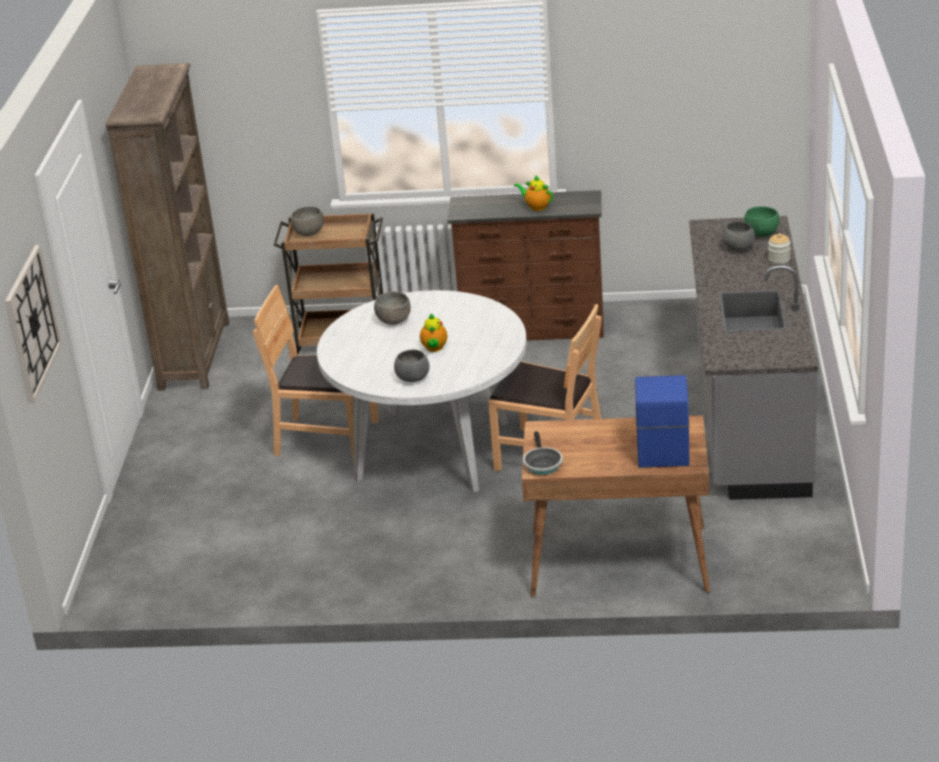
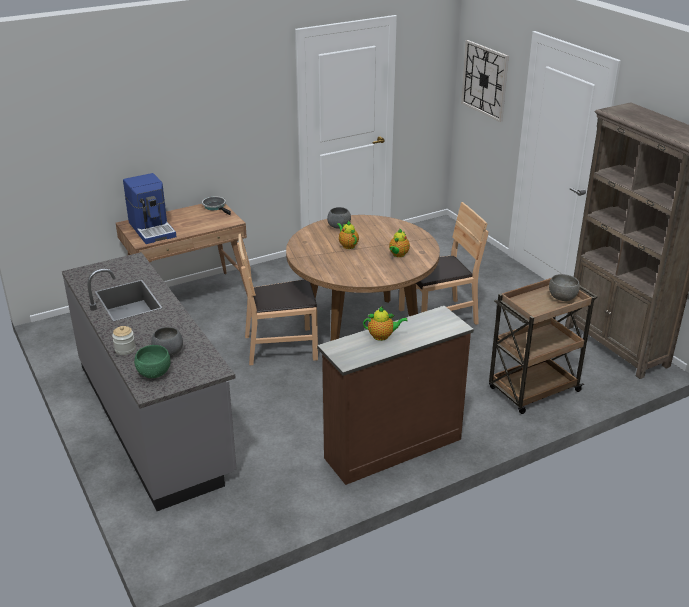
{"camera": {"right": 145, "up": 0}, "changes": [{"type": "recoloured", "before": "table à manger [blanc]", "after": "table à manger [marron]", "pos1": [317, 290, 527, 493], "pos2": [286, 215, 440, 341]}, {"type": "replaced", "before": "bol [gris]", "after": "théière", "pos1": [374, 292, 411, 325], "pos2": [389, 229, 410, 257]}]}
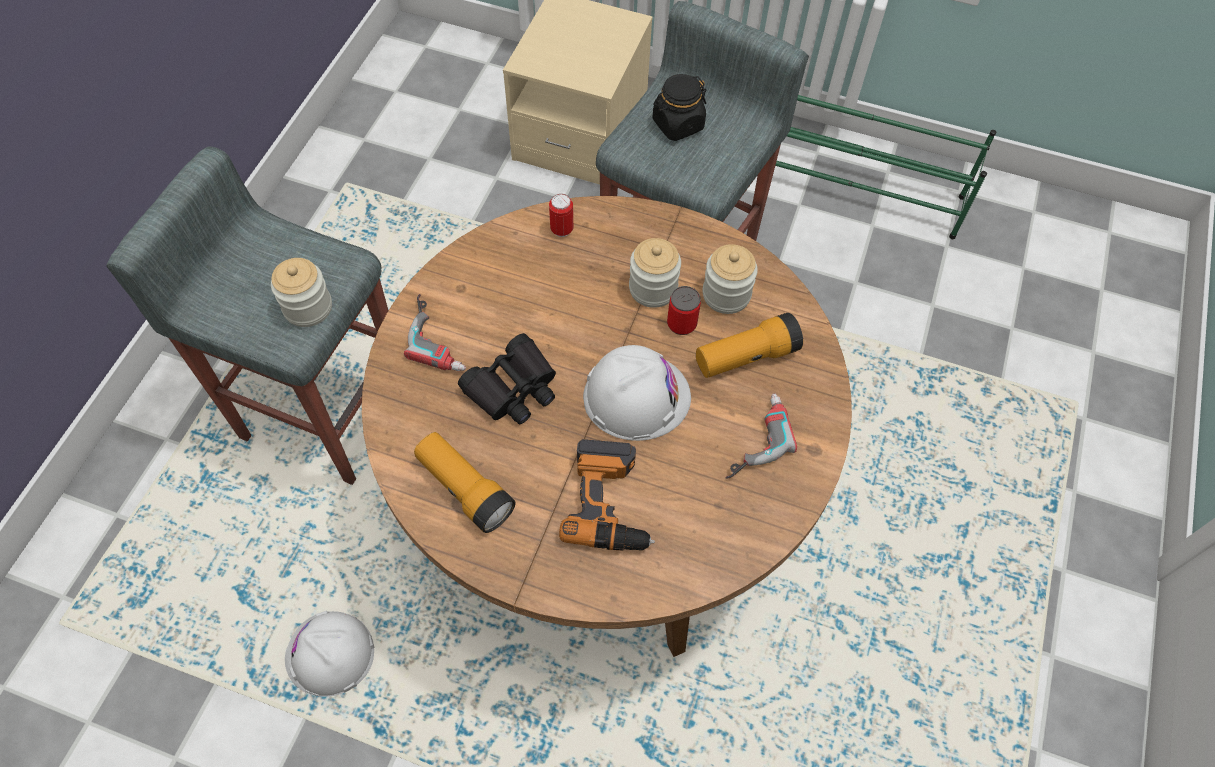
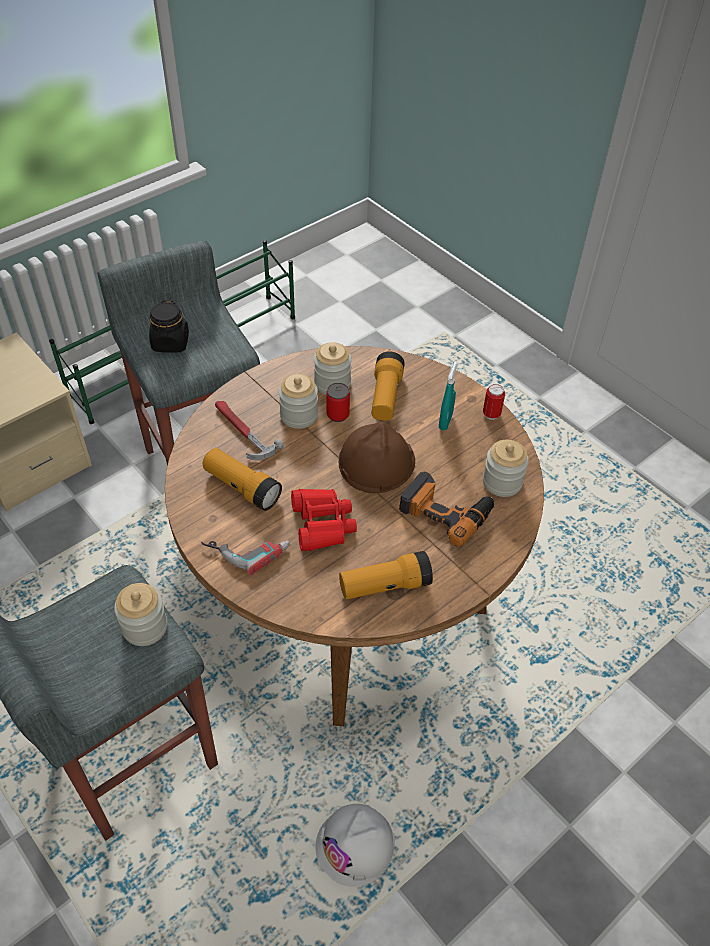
{"camera": {"right": -60, "up": -10}, "changes": [{"type": "added", "after": "lampe de poche", "pos2": [203, 448, 282, 511]}, {"type": "added", "after": "marteau", "pos2": [215, 401, 284, 460]}, {"type": "recoloured", "before": "jumelles [noir]", "after": "jumelles [rouge]", "pos1": [458, 333, 556, 424], "pos2": [291, 489, 357, 551]}, {"type": "recoloured", "before": "casque de chantier [blanc]", "after": "casque de chantier [marron]", "pos1": [583, 345, 691, 441], "pos2": [339, 422, 415, 493]}, {"type": "replaced", "before": "perceuse", "after": "vaporisateur [turquoise]", "pos1": [726, 393, 797, 479], "pos2": [439, 361, 457, 431]}, {"type": "moved", "before": "boîte métallique", "pos1": [549, 194, 573, 237], "pos2": [483, 384, 505, 420]}, {"type": "added", "after": "bocal", "pos2": [483, 440, 529, 497]}]}
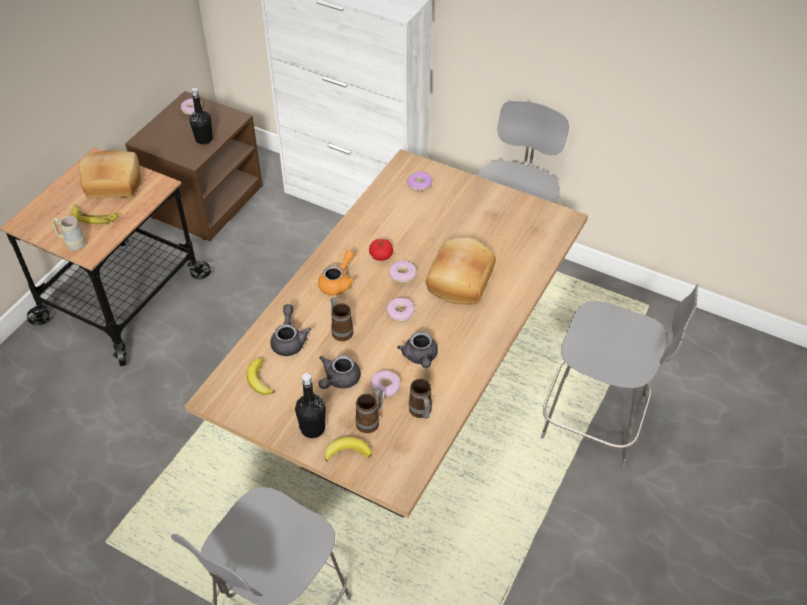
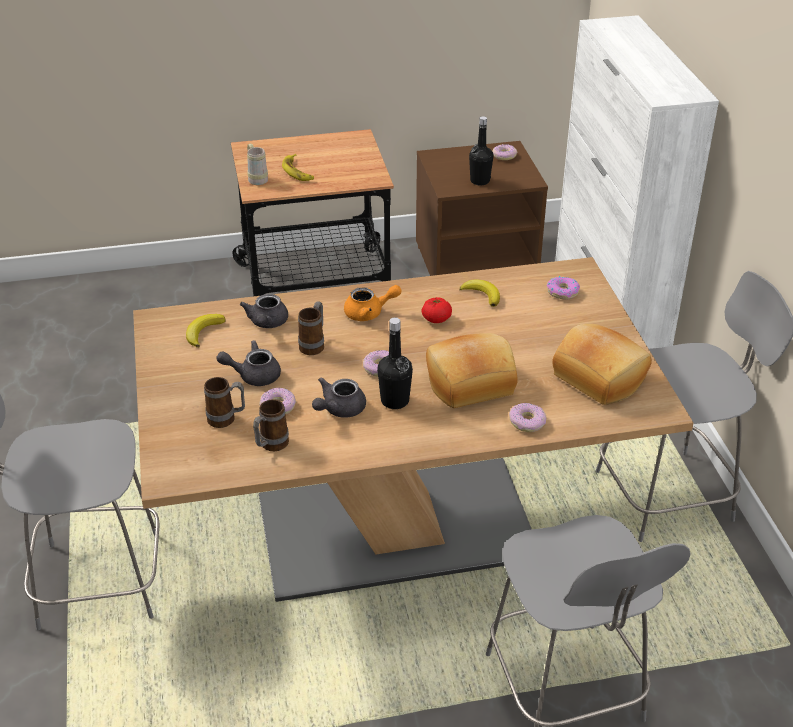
{"camera": {"right": 50, "up": -10}, "changes": [{"type": "turned", "before": "théière [gris]", "pos1": [270, 304, 311, 356], "pos2": [240, 294, 288, 328], "turn": 135}, {"type": "moved", "before": "bouteille [noir]", "pos1": [295, 373, 326, 438], "pos2": [377, 318, 413, 409]}, {"type": "moved", "before": "banane", "pos1": [325, 437, 372, 462], "pos2": [460, 279, 500, 307]}, {"type": "moved", "before": "beignet", "pos1": [389, 260, 417, 283], "pos2": [509, 403, 546, 432]}, {"type": "moved", "before": "pain", "pos1": [79, 151, 141, 198], "pos2": [552, 324, 652, 405]}]}
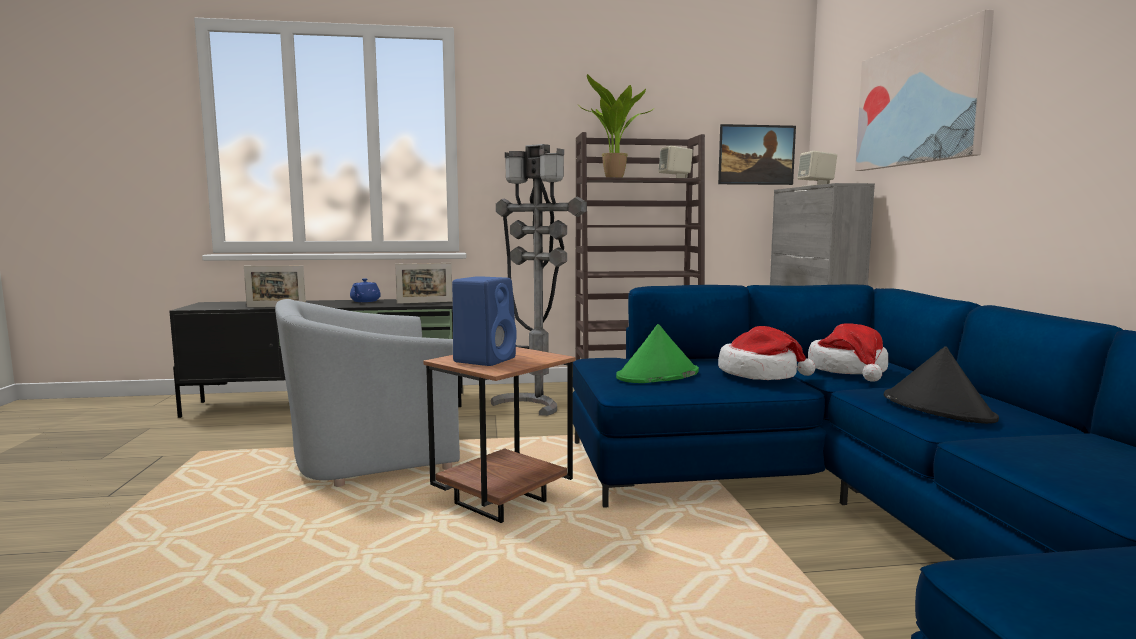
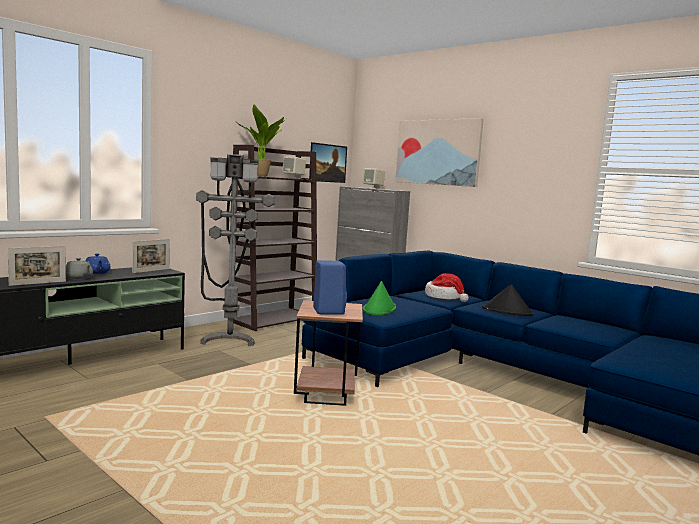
{"camera": {"right": -40, "up": 0}, "changes": [{"type": "added", "after": "théière [gris]", "pos2": [66, 258, 93, 280]}, {"type": "removed", "before": "fauteuil [gris]", "pos1": [275, 299, 460, 487]}, {"type": "removed", "before": "chapeau", "pos1": [718, 326, 816, 380]}]}
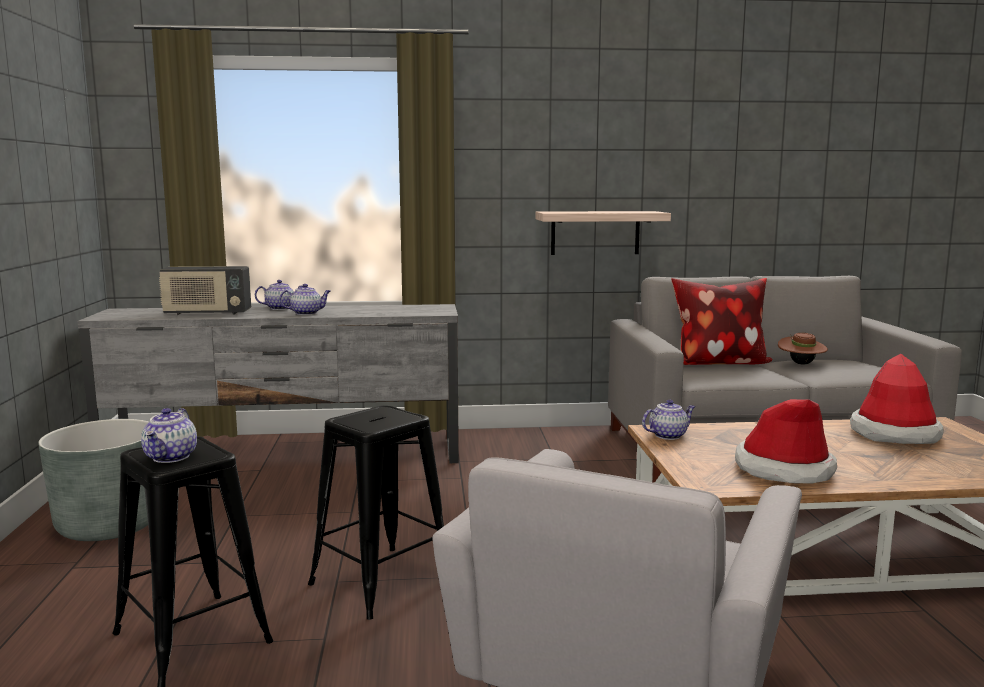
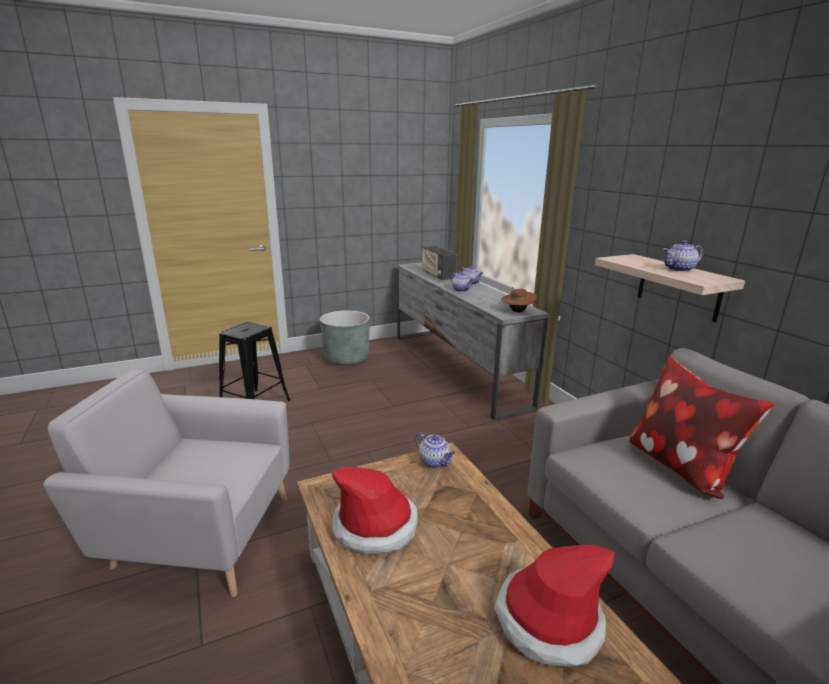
{"camera": {"right": 70, "up": 10}, "changes": [{"type": "moved", "before": "chapeau [marron]", "pos1": [778, 333, 828, 365], "pos2": [501, 287, 537, 312]}, {"type": "moved", "before": "théière", "pos1": [141, 408, 197, 463], "pos2": [662, 240, 703, 272]}, {"type": "removed", "before": "tabouret [noir]", "pos1": [308, 405, 444, 620]}]}
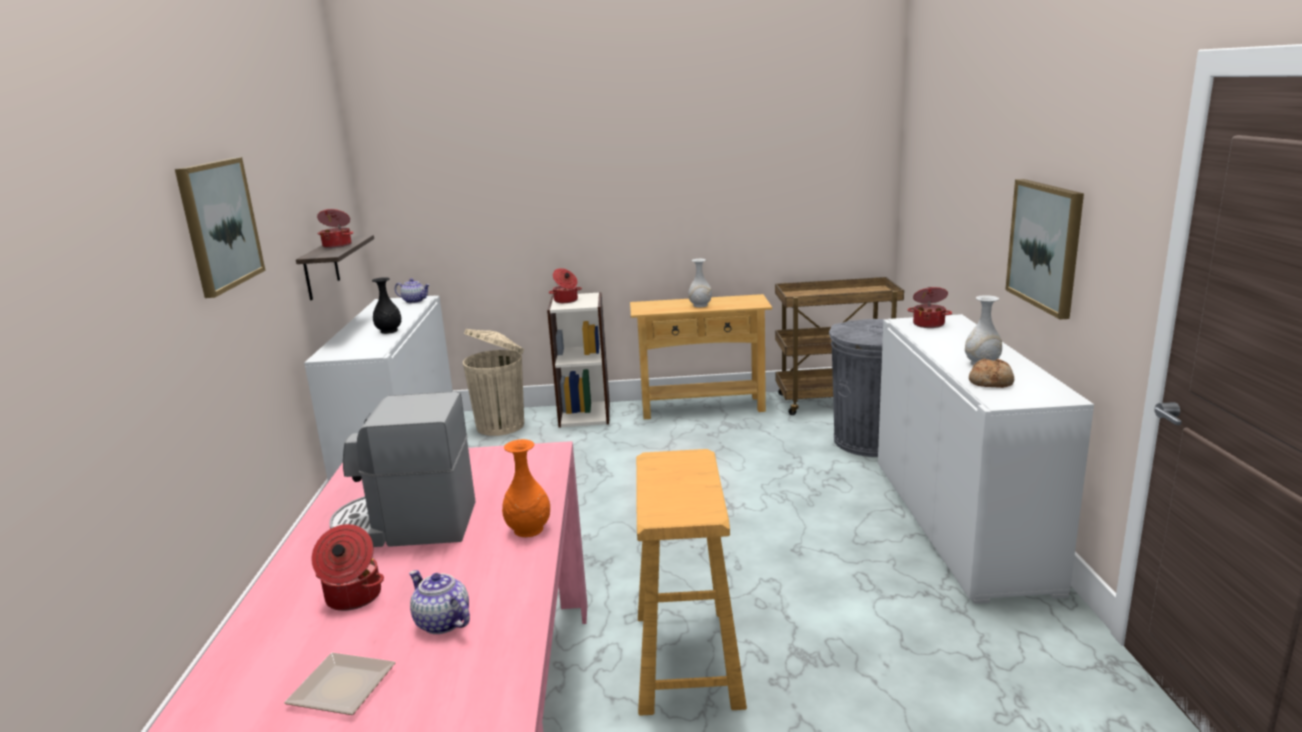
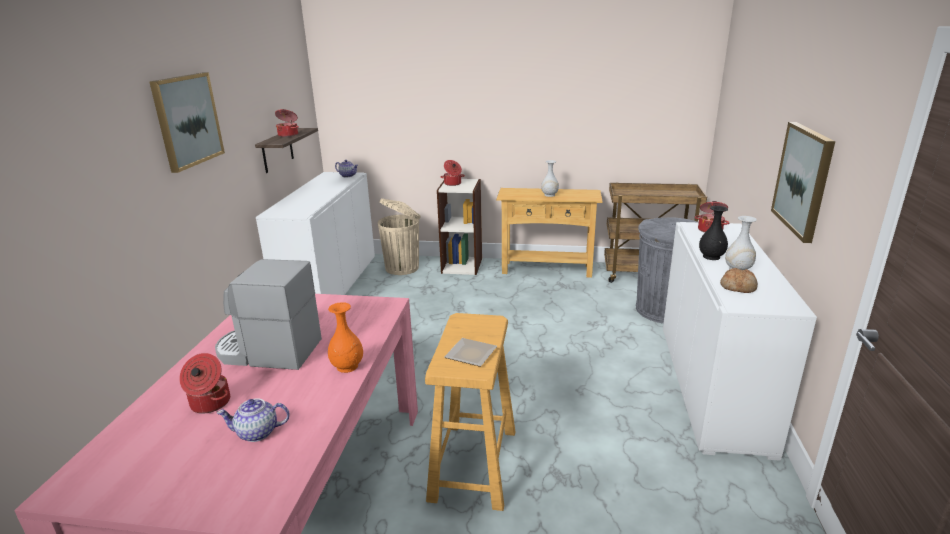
{"camera": {"right": 10, "up": 5}, "changes": [{"type": "turned", "before": "théière", "pos1": [409, 570, 470, 634], "pos2": [217, 398, 289, 442], "turn": -60}, {"type": "moved", "before": "assiette", "pos1": [284, 653, 396, 715], "pos2": [444, 338, 497, 367]}, {"type": "moved", "before": "vase [noir]", "pos1": [372, 277, 402, 334], "pos2": [699, 206, 728, 260]}]}
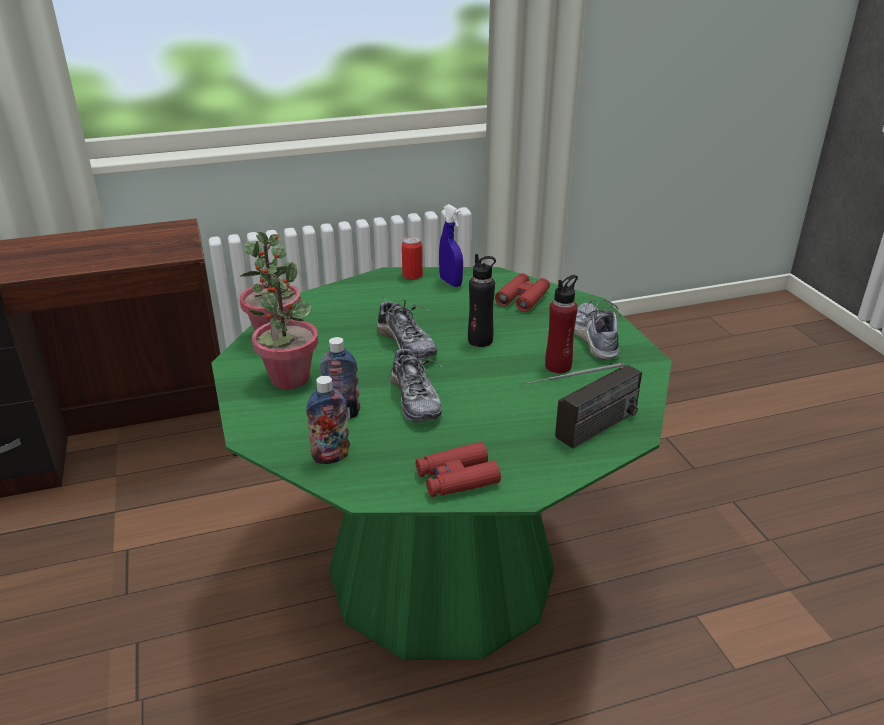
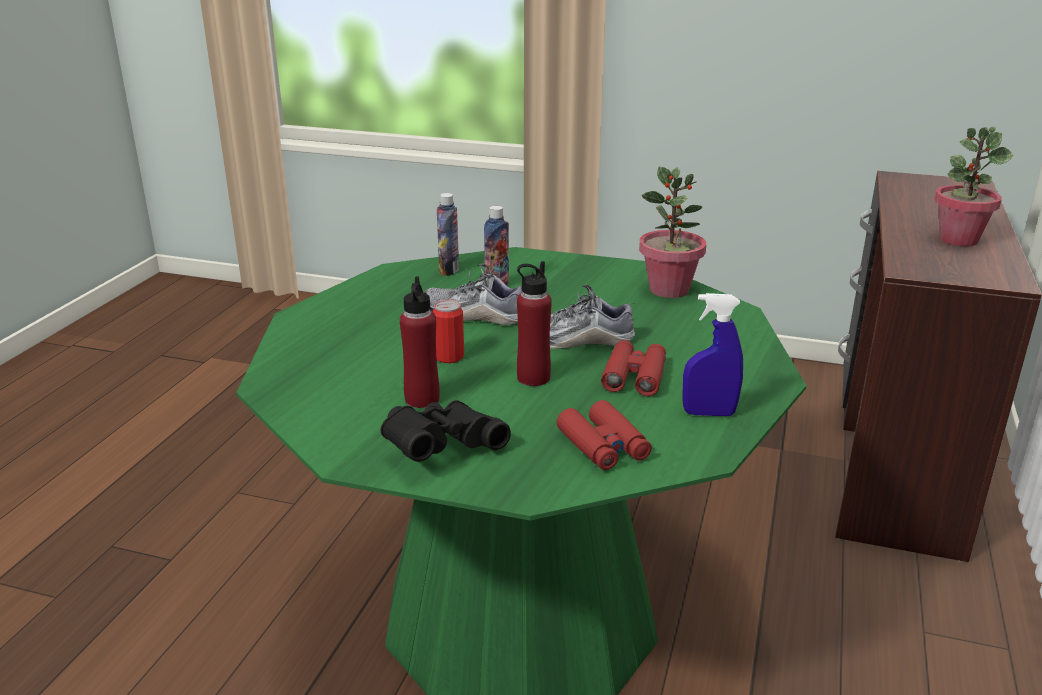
{"camera": {"right": 125, "up": -5}, "changes": [{"type": "replaced", "before": "chaussure", "after": "jumelles [noir]", "pos1": [574, 300, 621, 360], "pos2": [381, 400, 511, 462]}, {"type": "moved", "before": "boîte métallique", "pos1": [402, 236, 423, 280], "pos2": [432, 300, 464, 363]}, {"type": "recoloured", "before": "bouteille [noir]", "after": "bouteille [rouge]", "pos1": [468, 254, 496, 347], "pos2": [517, 261, 552, 386]}, {"type": "moved", "before": "jumelles [rouge]", "pos1": [416, 442, 501, 497], "pos2": [601, 340, 666, 396]}, {"type": "moved", "before": "plante en pot", "pos1": [248, 262, 318, 389], "pos2": [934, 127, 1013, 247]}, {"type": "removed", "before": "radio", "pos1": [523, 363, 642, 448]}]}
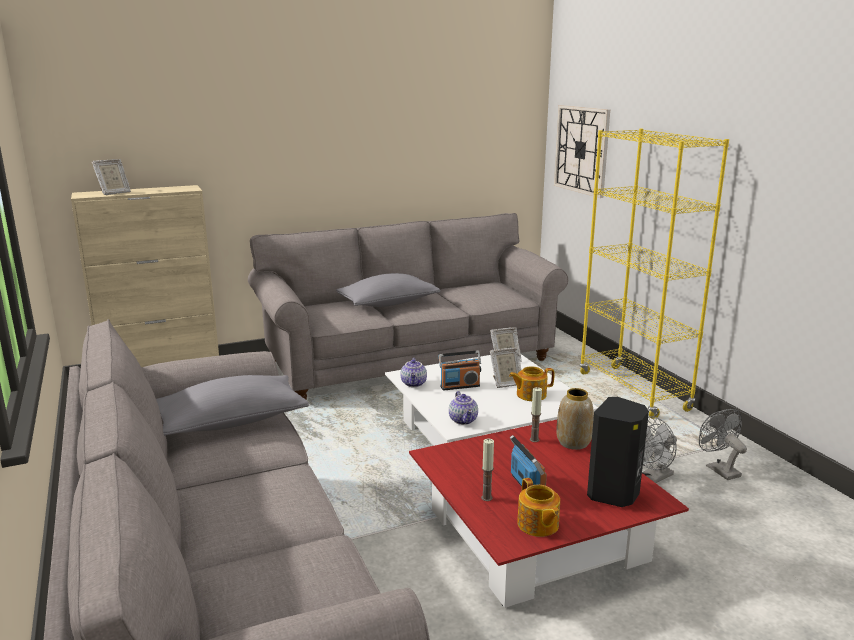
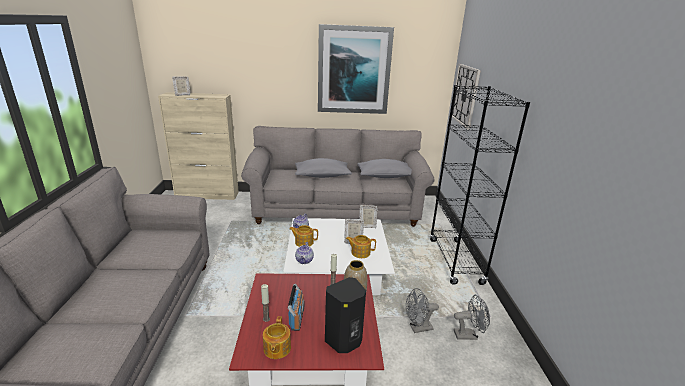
{"camera": {"right": 20, "up": 5}, "changes": [{"type": "added", "after": "théière", "pos2": [290, 225, 318, 247]}, {"type": "added", "after": "tableau", "pos2": [318, 24, 394, 114]}, {"type": "moved", "before": "coussin [gris]", "pos1": [156, 375, 309, 436], "pos2": [357, 159, 412, 178]}, {"type": "recoloured", "before": "bibliothèque [jaune]", "after": "bibliothèque [noir]", "pos1": [579, 129, 729, 419], "pos2": [430, 85, 530, 285]}, {"type": "turned", "before": "ventilateur [gris]", "pos1": [699, 409, 747, 480], "pos2": [454, 295, 490, 340], "turn": 90}, {"type": "removed", "before": "radio", "pos1": [439, 350, 481, 390]}]}
